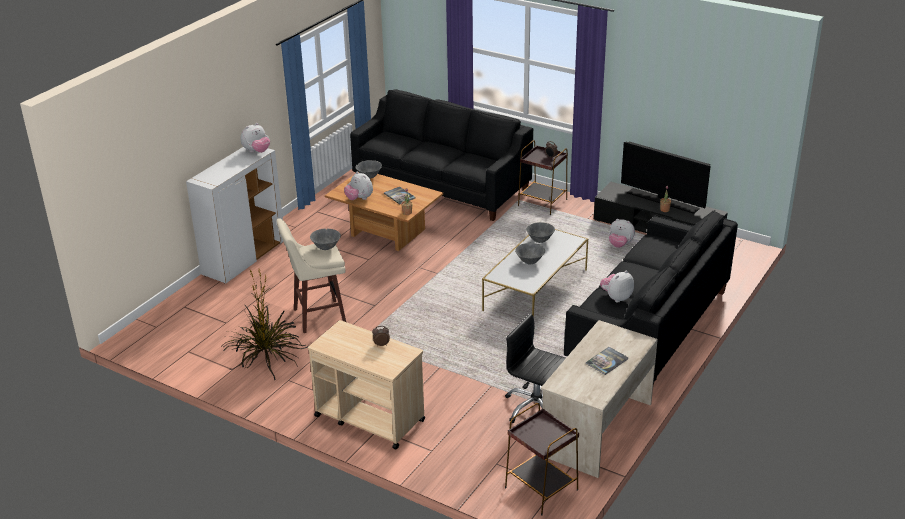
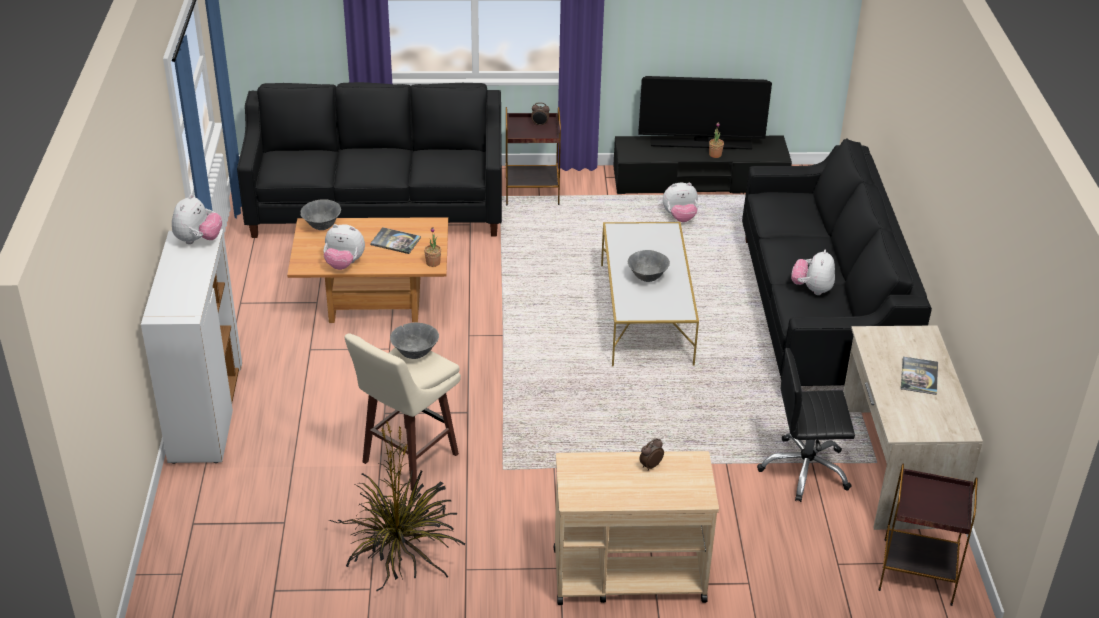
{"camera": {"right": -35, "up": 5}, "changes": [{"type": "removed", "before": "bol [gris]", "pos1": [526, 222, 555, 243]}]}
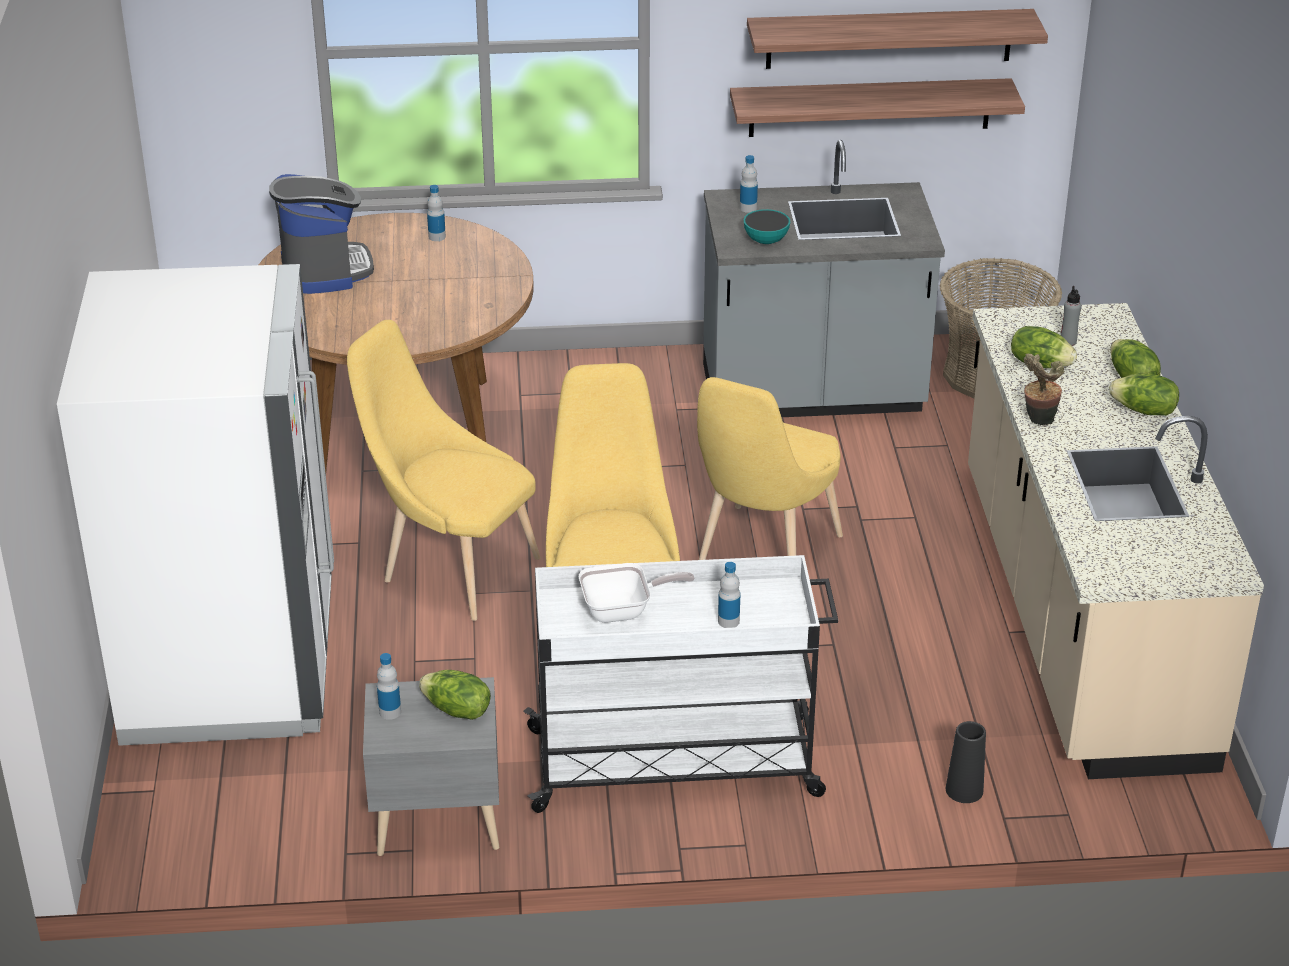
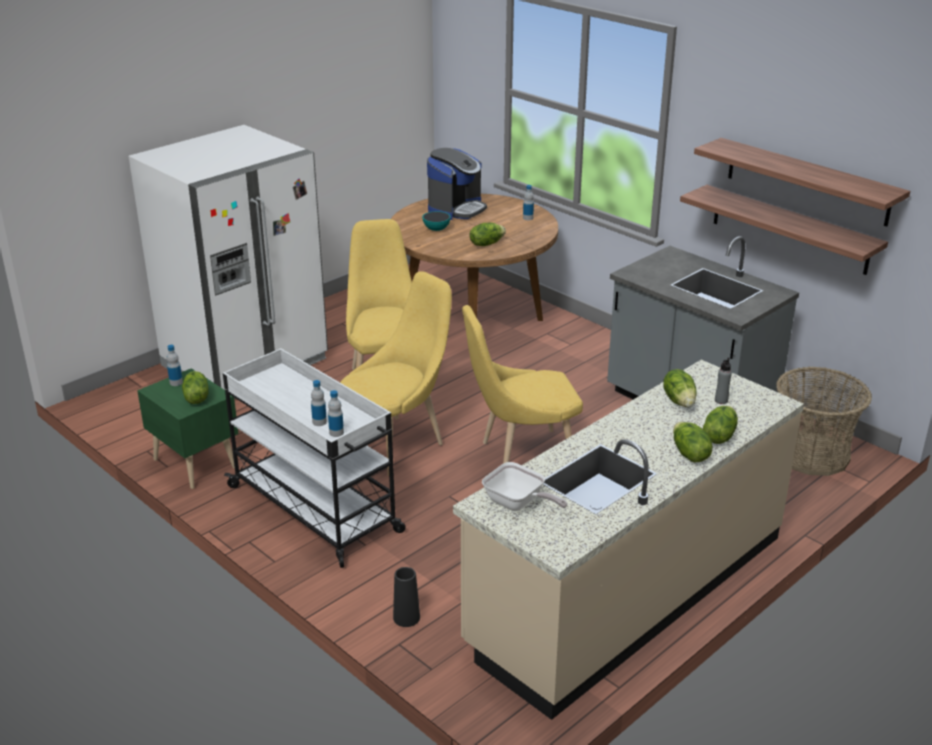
{"camera": {"right": 50, "up": -5}, "changes": [{"type": "recoloured", "before": "table de chevet [gris]", "after": "table de chevet [vert]", "pos1": [363, 677, 499, 856], "pos2": [137, 368, 238, 489]}, {"type": "moved", "before": "bouteille", "pos1": [740, 155, 758, 213], "pos2": [328, 390, 344, 437]}, {"type": "moved", "before": "bol", "pos1": [744, 209, 790, 244], "pos2": [422, 211, 451, 231]}, {"type": "added", "after": "laitue", "pos2": [470, 223, 506, 246]}, {"type": "moved", "before": "poêle", "pos1": [579, 563, 695, 623], "pos2": [482, 462, 568, 511]}, {"type": "removed", "before": "plante en pot", "pos1": [1024, 354, 1064, 425]}]}
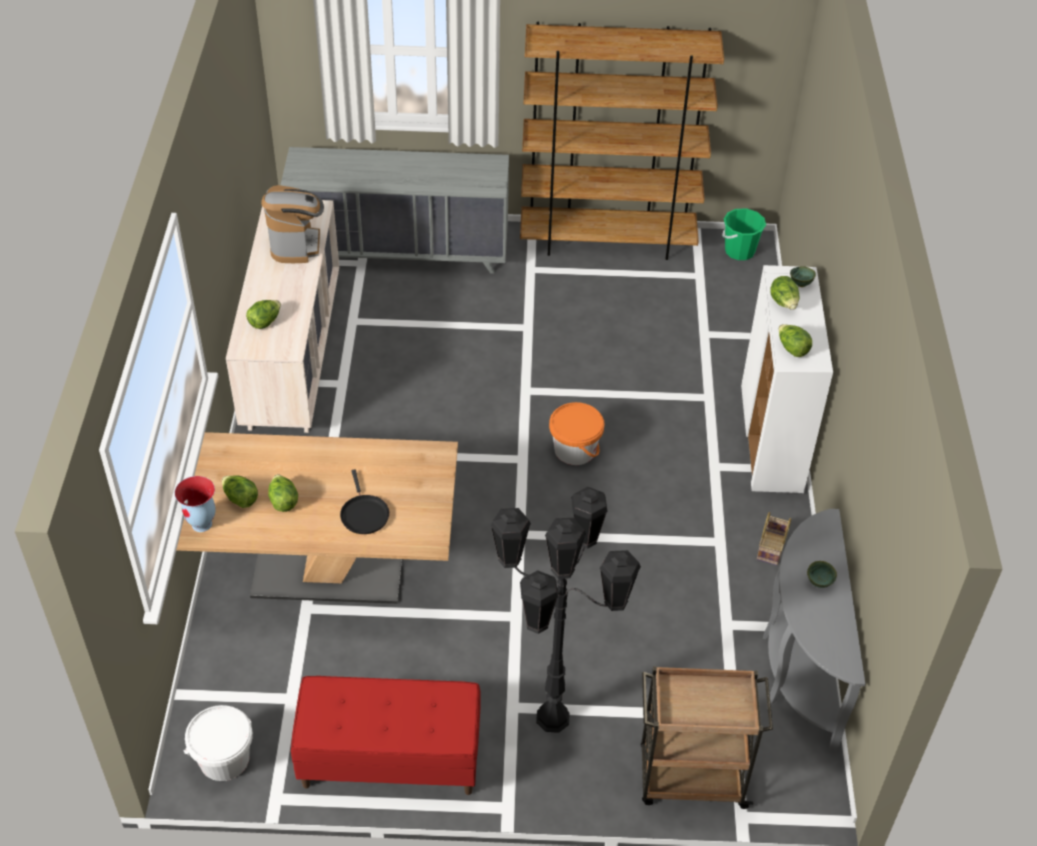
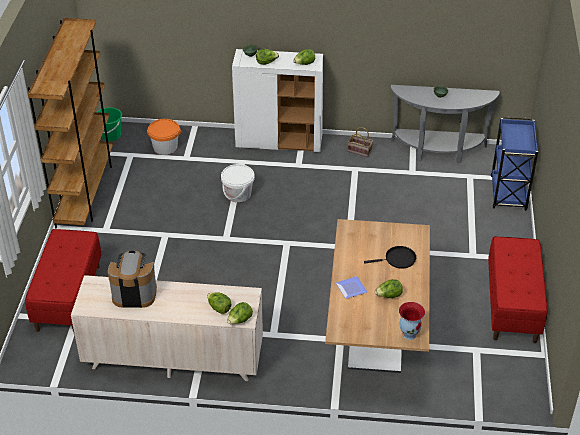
{"camera": {"right": -85, "up": -5}, "changes": [{"type": "replaced", "before": "commode [gris]", "after": "banc [rouge]", "pos1": [280, 147, 509, 274], "pos2": [25, 229, 102, 332]}, {"type": "moved", "before": "seau [orange]", "pos1": [549, 402, 605, 465], "pos2": [147, 119, 182, 155]}, {"type": "moved", "before": "seau [blanc]", "pos1": [184, 705, 253, 781], "pos2": [221, 164, 255, 202]}, {"type": "moved", "before": "laitue", "pos1": [222, 475, 258, 508], "pos2": [227, 302, 253, 324]}, {"type": "added", "after": "assiette", "pos2": [336, 276, 367, 299]}, {"type": "recoloured", "before": "chariot [marron]", "after": "chariot [bleu]", "pos1": [641, 666, 773, 809], "pos2": [491, 117, 538, 210]}, {"type": "removed", "before": "lampadaire [noir]", "pos1": [490, 487, 641, 733]}]}
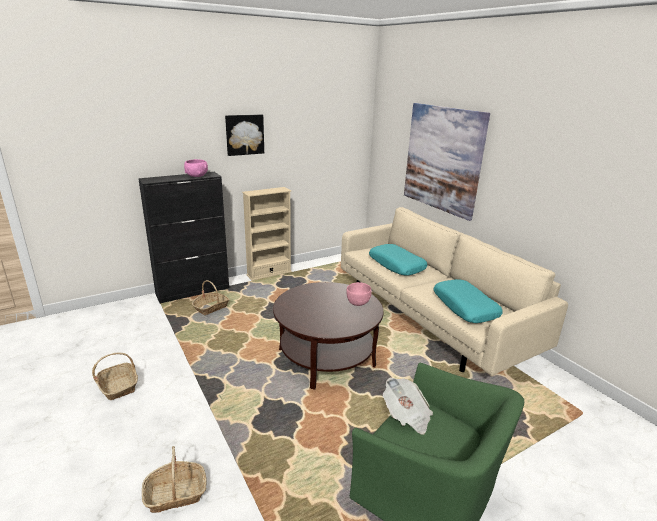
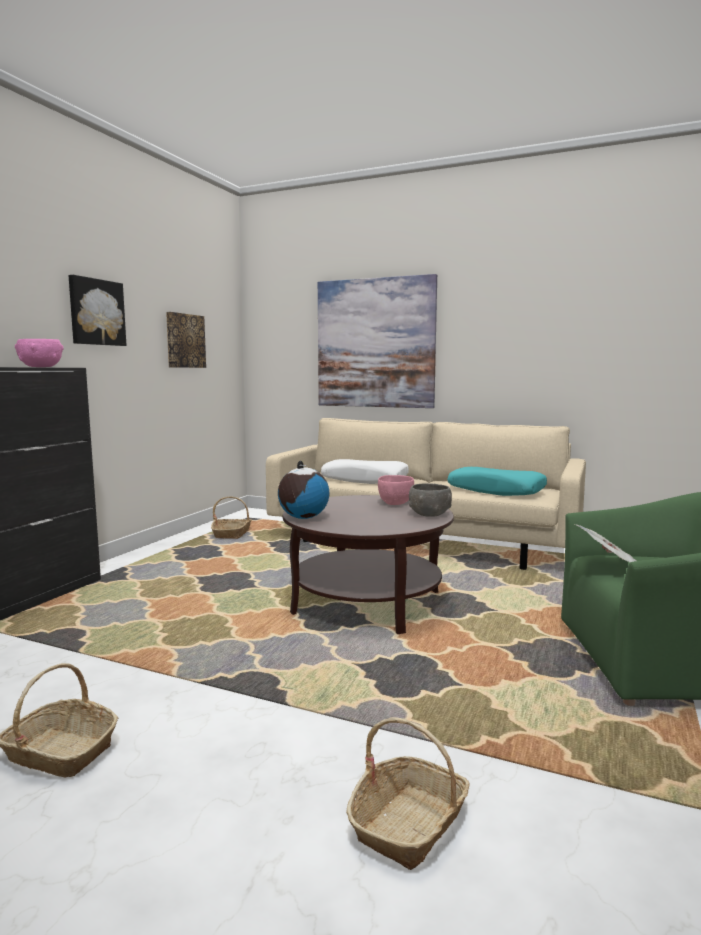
{"camera": {"right": -35, "up": -15}, "changes": [{"type": "added", "after": "tableau", "pos2": [166, 312, 206, 368]}, {"type": "moved", "before": "panier", "pos1": [192, 280, 230, 315], "pos2": [211, 496, 252, 539]}, {"type": "added", "after": "globe", "pos2": [278, 461, 329, 519]}, {"type": "recoloured", "before": "coussin [turquoise]", "after": "coussin [blanc]", "pos1": [369, 244, 427, 276], "pos2": [321, 459, 409, 484]}, {"type": "added", "after": "bol [gris]", "pos2": [409, 483, 452, 516]}, {"type": "removed", "before": "bibliothèque [beige]", "pos1": [242, 187, 292, 281]}]}
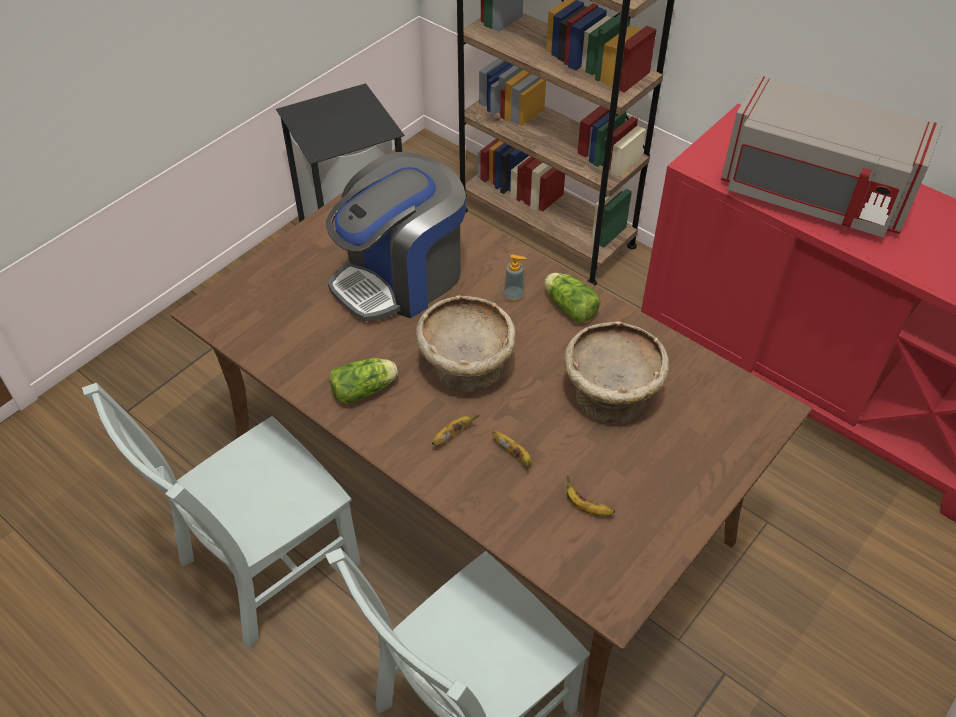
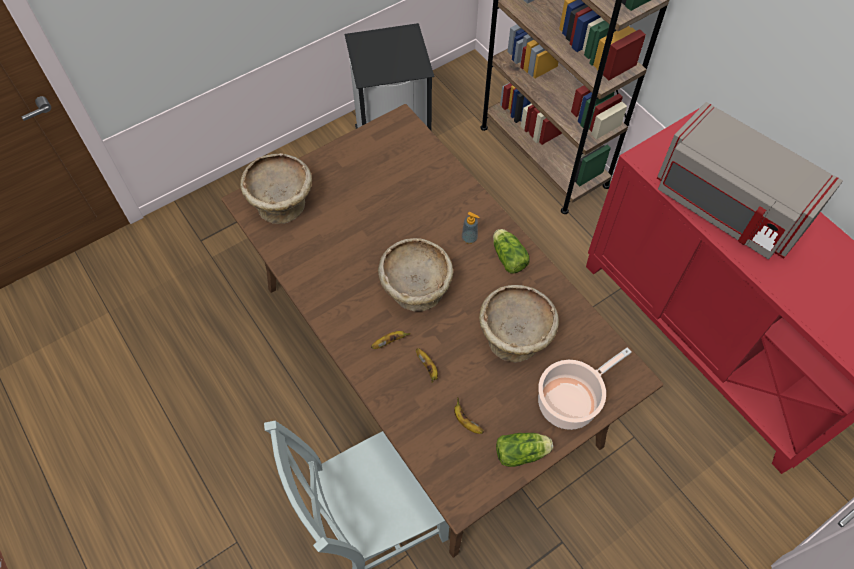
{"camera": {"right": 15, "up": 10}, "changes": [{"type": "added", "after": "bol [beige]", "pos2": [240, 153, 312, 224]}, {"type": "moved", "before": "laitue", "pos1": [329, 358, 398, 404], "pos2": [496, 433, 553, 467]}, {"type": "added", "after": "marmite", "pos2": [538, 347, 631, 430]}, {"type": "removed", "before": "chaise [gris]", "pos1": [82, 383, 361, 649]}, {"type": "removed", "before": "machine à café", "pos1": [326, 152, 466, 322]}]}
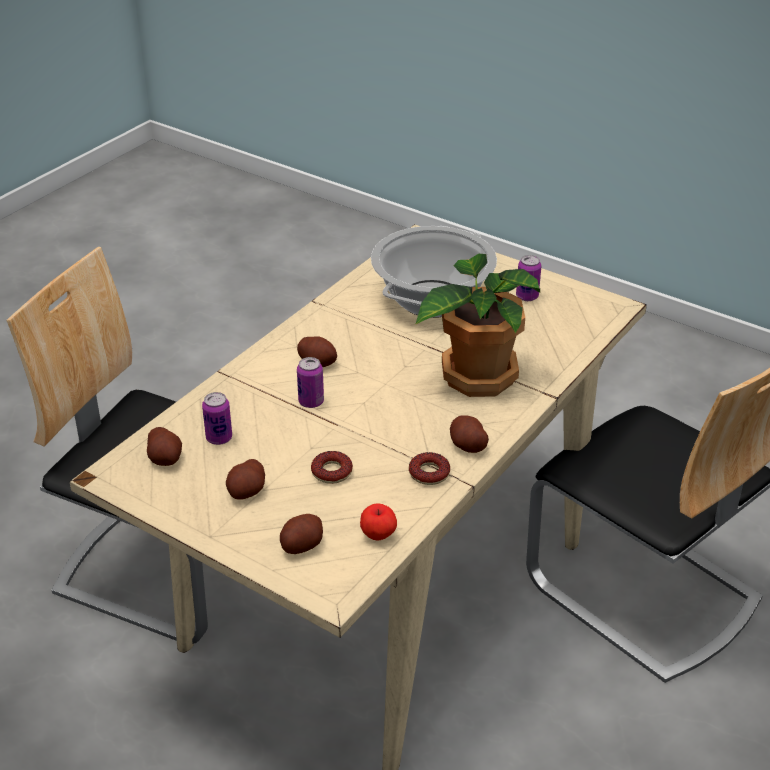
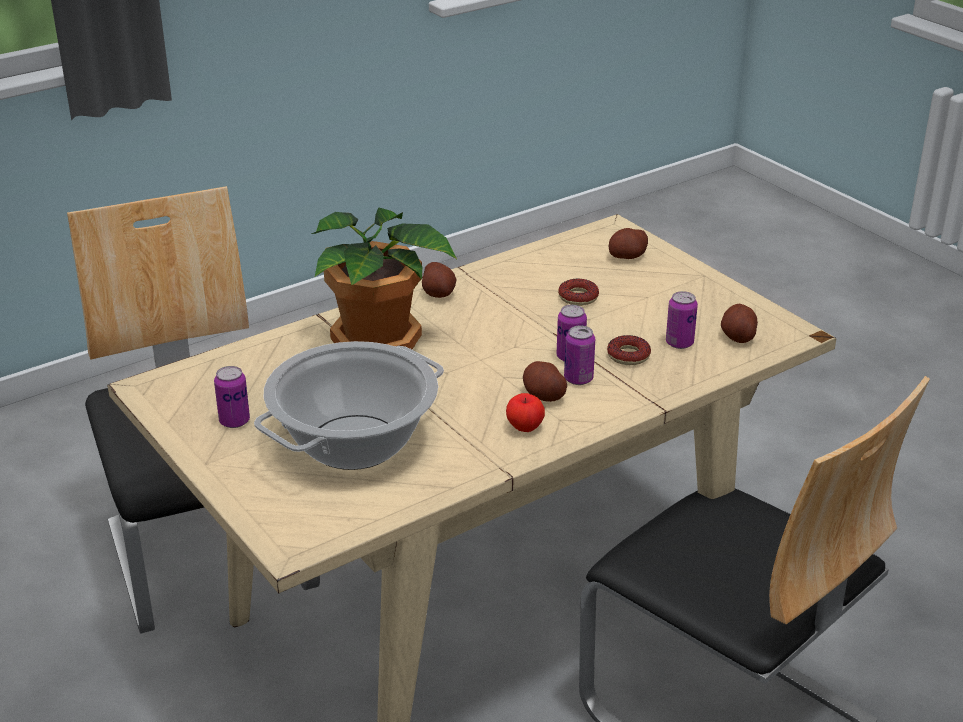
{"camera": {"right": -160, "up": -5}, "changes": [{"type": "moved", "before": "pomme", "pos1": [360, 503, 397, 541], "pos2": [506, 393, 545, 432]}, {"type": "added", "after": "boîte métallique", "pos2": [564, 326, 595, 385]}, {"type": "moved", "before": "beignet", "pos1": [409, 452, 450, 485], "pos2": [607, 335, 651, 365]}, {"type": "removed", "before": "pomme de terre", "pos1": [226, 459, 265, 500]}]}
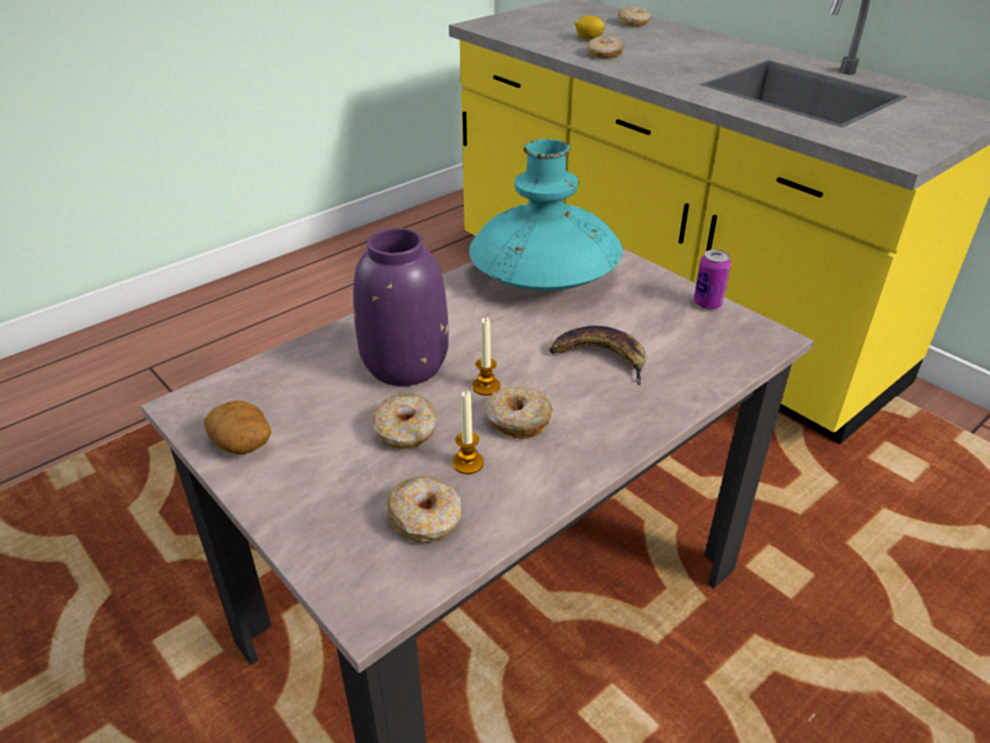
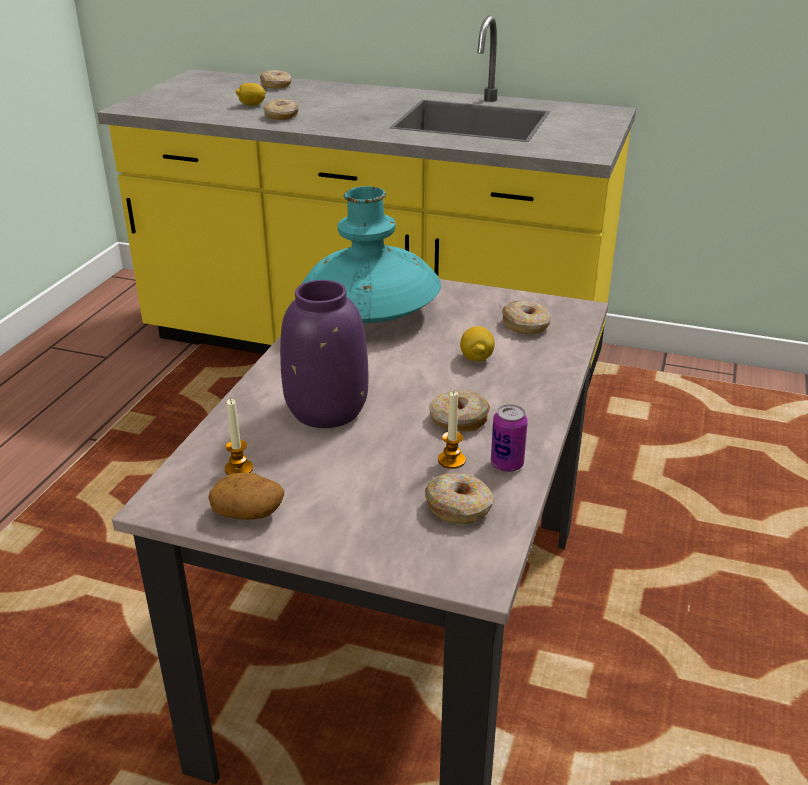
{"camera": {"right": -30, "up": -5}, "changes": [{"type": "moved", "before": "bougie", "pos1": [472, 317, 500, 396], "pos2": [225, 399, 253, 475]}, {"type": "replaced", "before": "banane", "after": "citron", "pos1": [549, 326, 646, 385], "pos2": [460, 326, 495, 362]}, {"type": "moved", "before": "boîte métallique", "pos1": [694, 249, 731, 310], "pos2": [491, 404, 528, 472]}, {"type": "moved", "before": "beignet", "pos1": [373, 393, 437, 450], "pos2": [502, 300, 551, 334]}]}
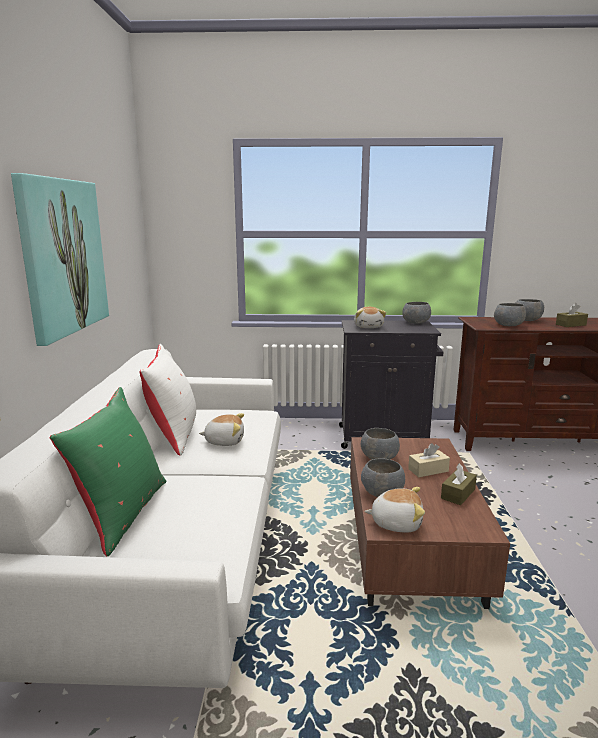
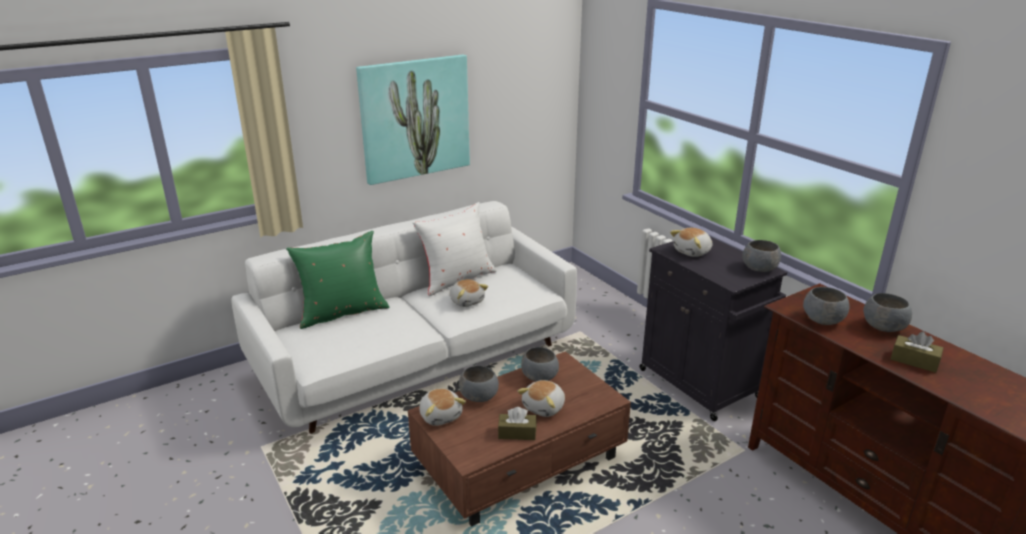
{"camera": {"right": 55, "up": 10}, "changes": [{"type": "replaced", "before": "boîte à mouchoirs [beige]", "after": "peluche", "pos1": [408, 443, 450, 477], "pos2": [517, 380, 565, 417]}]}
